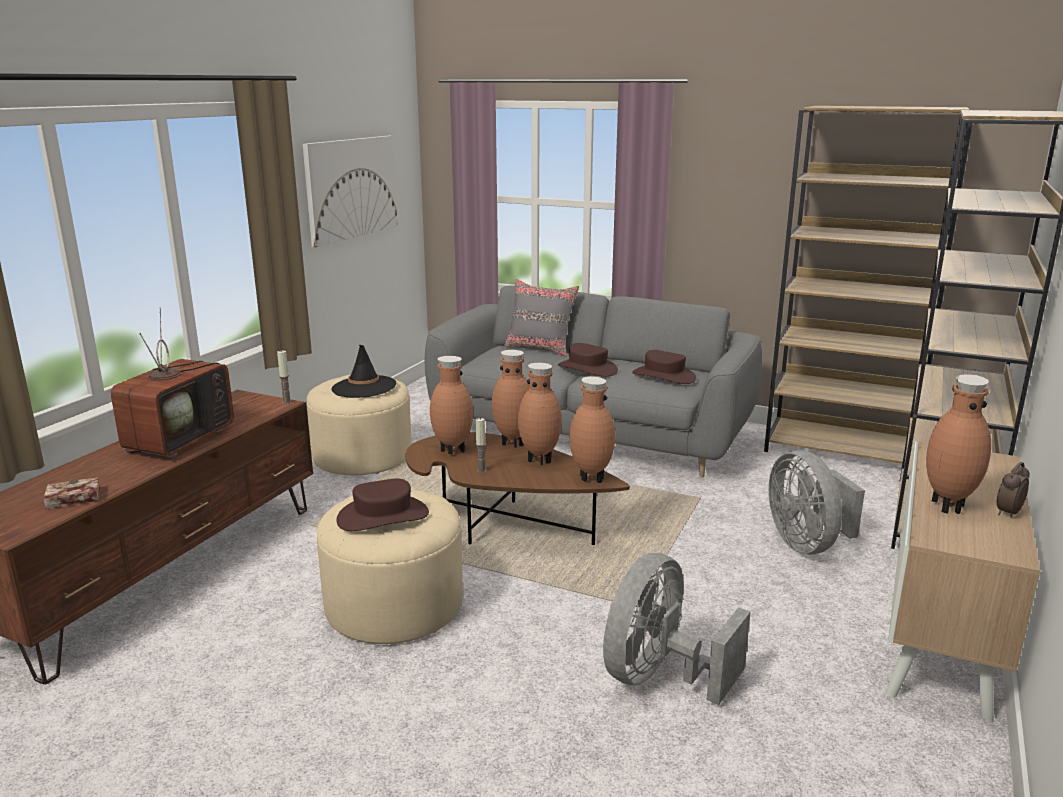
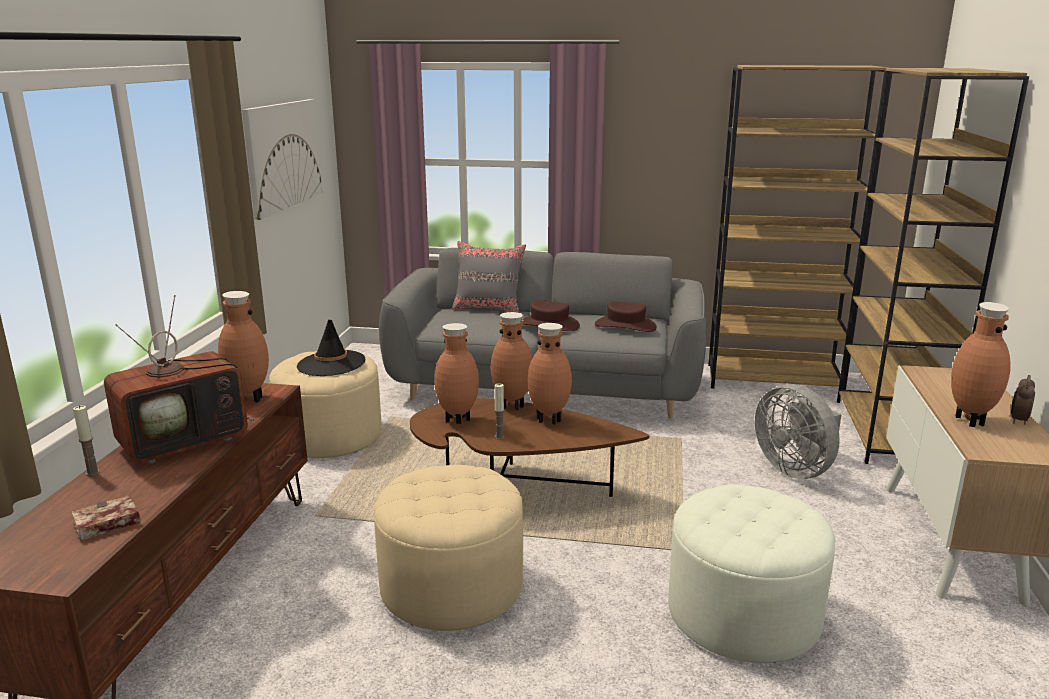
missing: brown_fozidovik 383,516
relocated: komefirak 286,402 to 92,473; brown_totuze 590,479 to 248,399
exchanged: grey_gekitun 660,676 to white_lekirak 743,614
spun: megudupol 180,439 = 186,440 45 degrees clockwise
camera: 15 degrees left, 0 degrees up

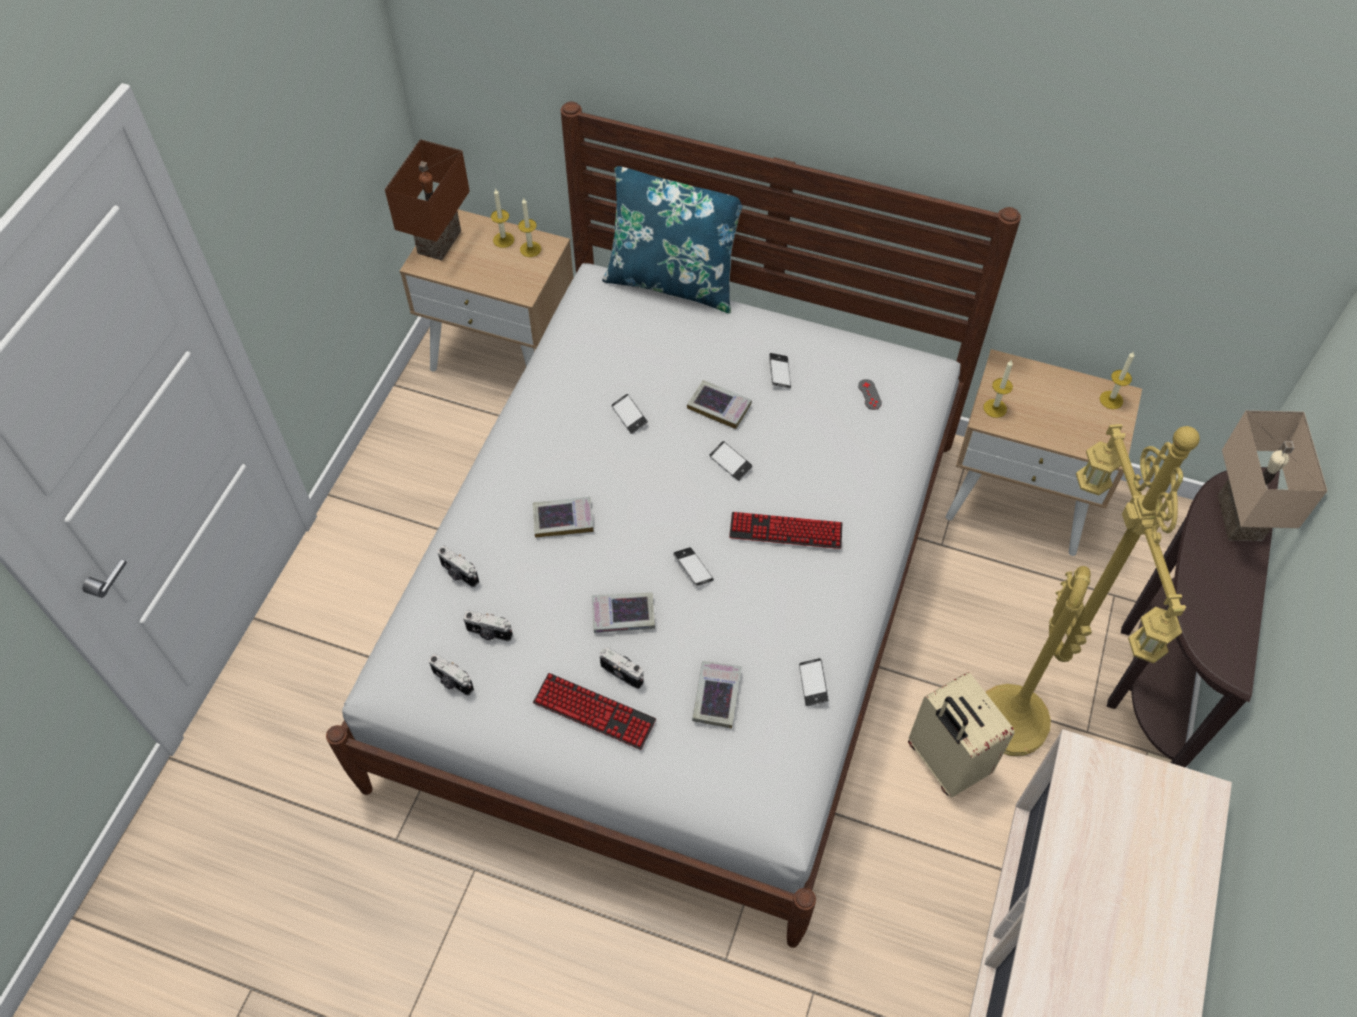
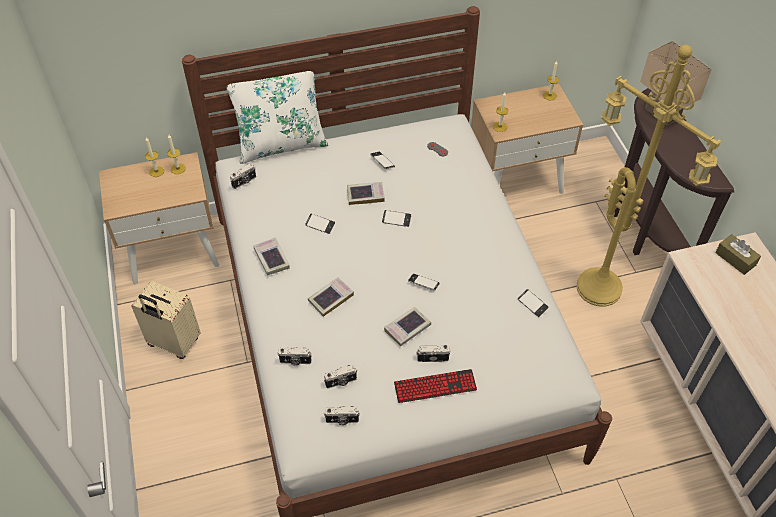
missing: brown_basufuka 441,243; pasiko 785,531
appeared: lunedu 244,182; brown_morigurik 735,259
relocated: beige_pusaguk 944,761 to 173,343; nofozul 716,696 to 271,258
colour: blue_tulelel 673,281 to white_tulelel 281,144
camera: 35 degrees left, 5 degrees down

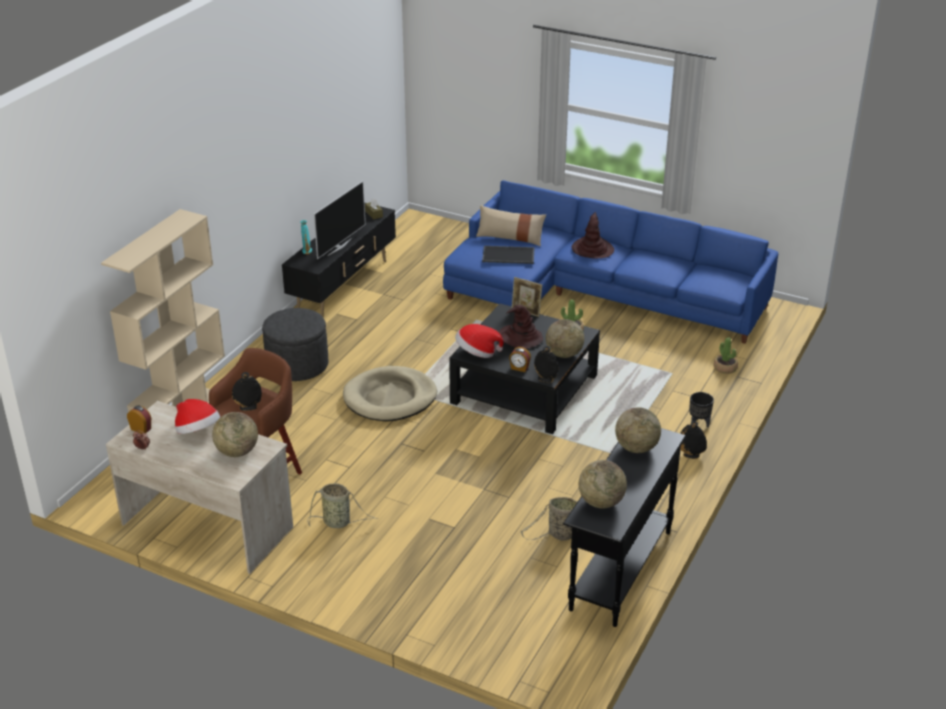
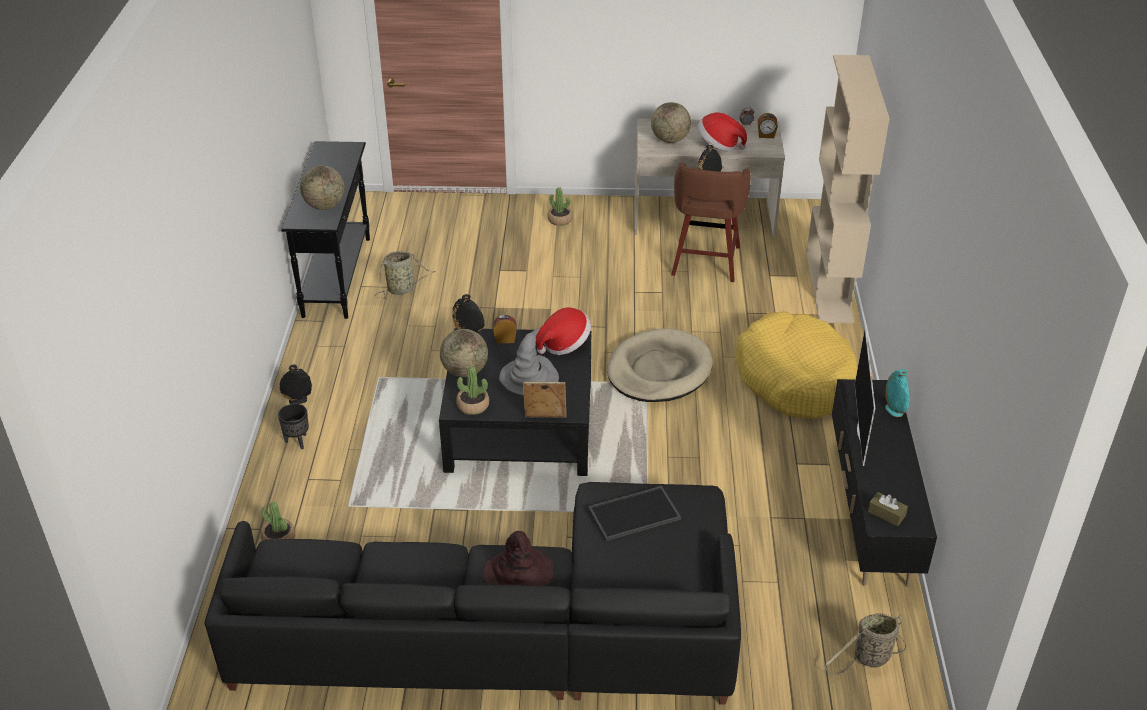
missing: beige_tulelel 510,238; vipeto 601,502
appeared: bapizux 560,220
relocated: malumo 339,522 to 869,658
exchanged: grey_lekirak 297,365 to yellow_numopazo 794,378
colour: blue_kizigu 594,292 to black_kizigu 513,630; brown_fozidovik 519,338 to grey_fozidovik 529,378
camera: 155 degrees right, 5 degrees up

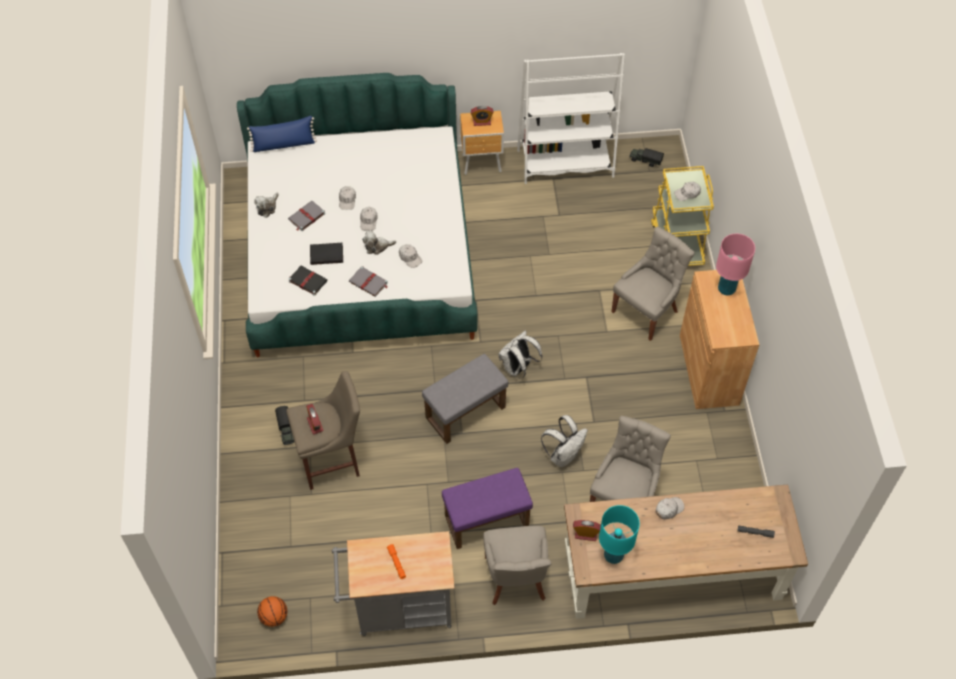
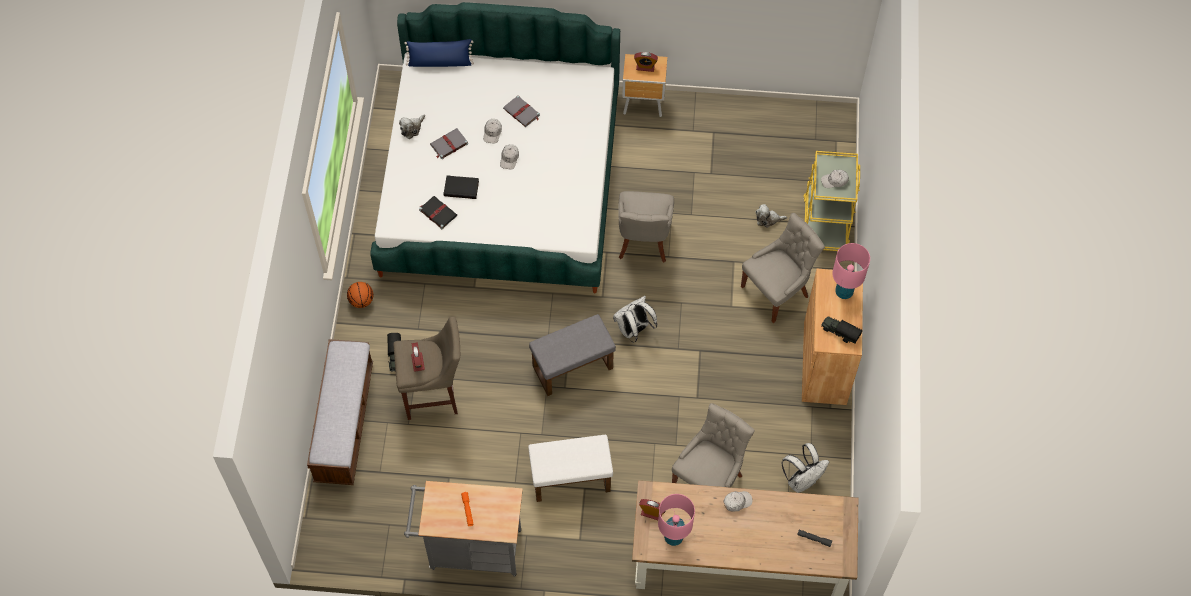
missing: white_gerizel 410,257; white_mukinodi 565,163
appeared: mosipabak 344,422
relocated: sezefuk 274,617 to 361,301; grey_nofozul 369,283 to 522,112; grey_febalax 516,579 to 643,241; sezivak 377,246 to 768,219; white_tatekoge 563,455 to 802,480; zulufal 645,160 to 840,332
colour: purple_lekirak 486,522 to white_lekirak 570,480; turquoise_basufuka 613,555 to pink_basufuka 673,537
camera: 10 degrees right, 5 degrees up

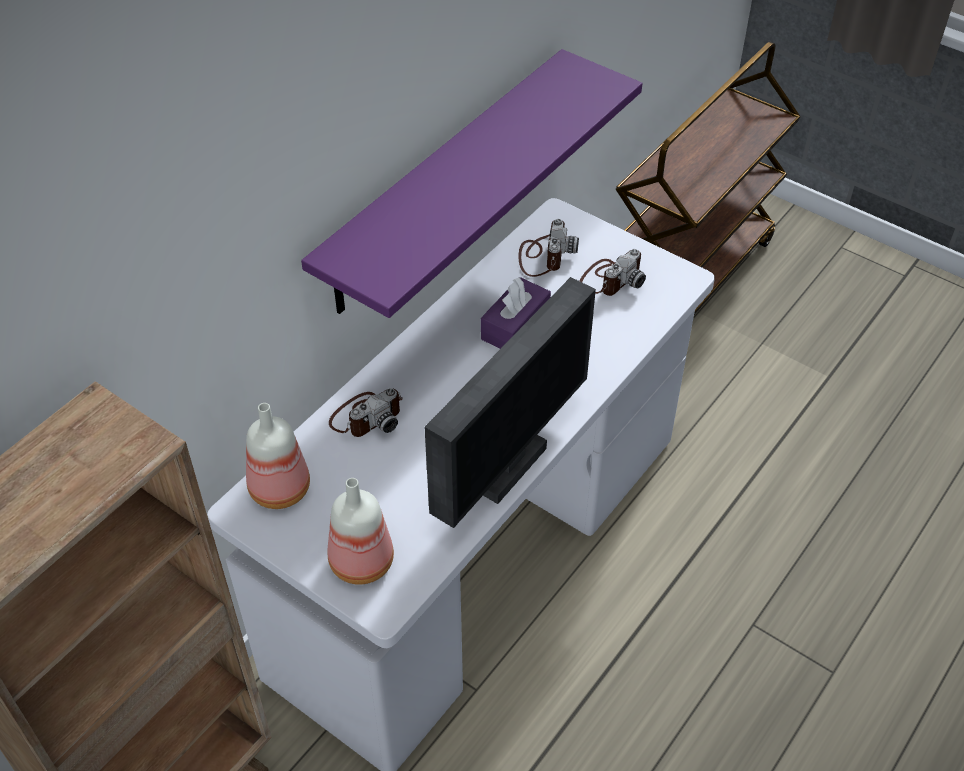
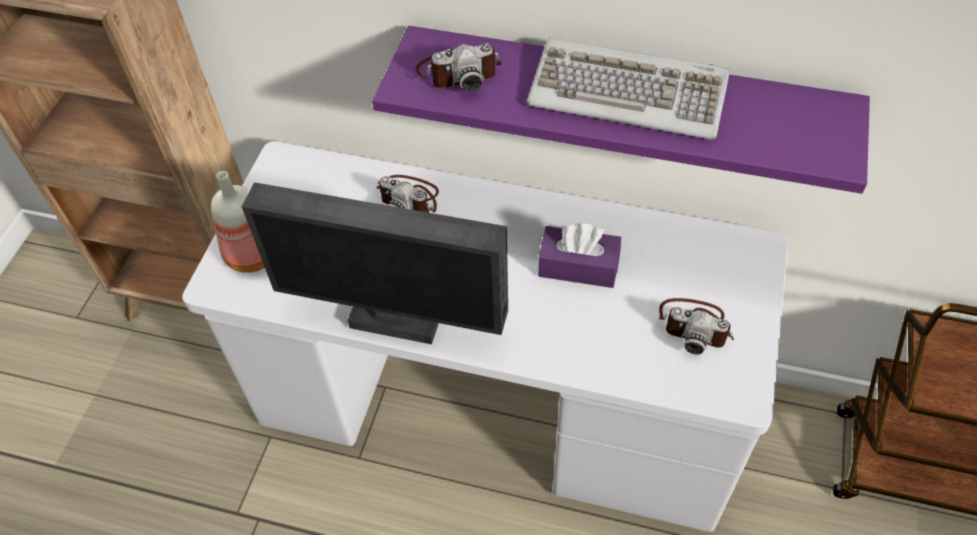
missing: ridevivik 279,491
appeared: pasiko 628,93
relocated: lunedu 544,256 to 458,72
camera: 70 degrees right, 5 degrees up

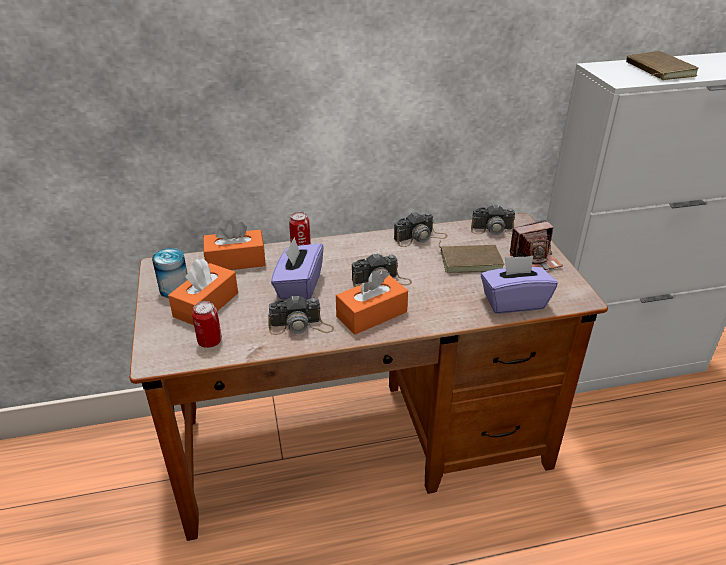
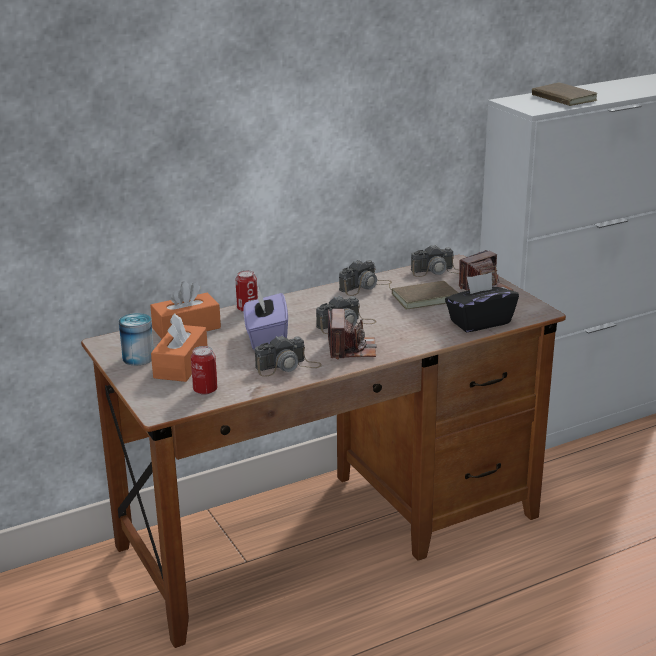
exchanged: orange_morigurik 371,314 to lunedu 351,349
colour: purple_morigurik 513,302 to black_morigurik 479,322
camera: 15 degrees left, 10 degrees down

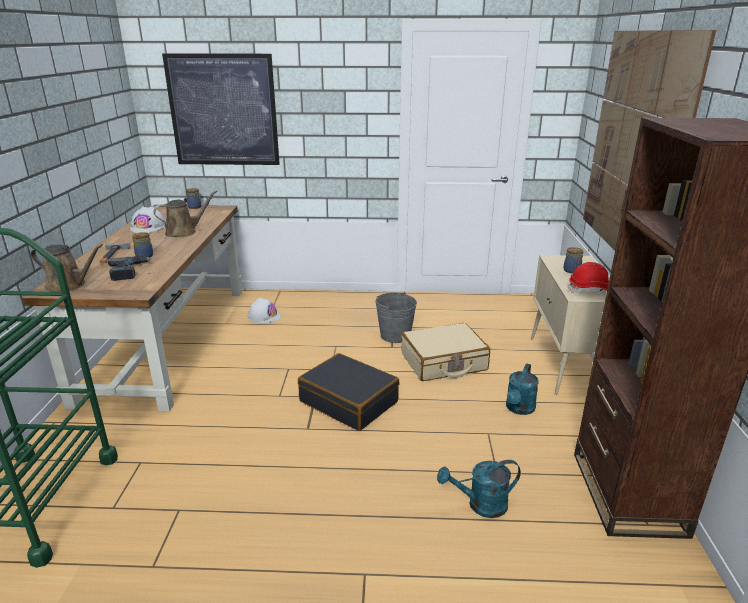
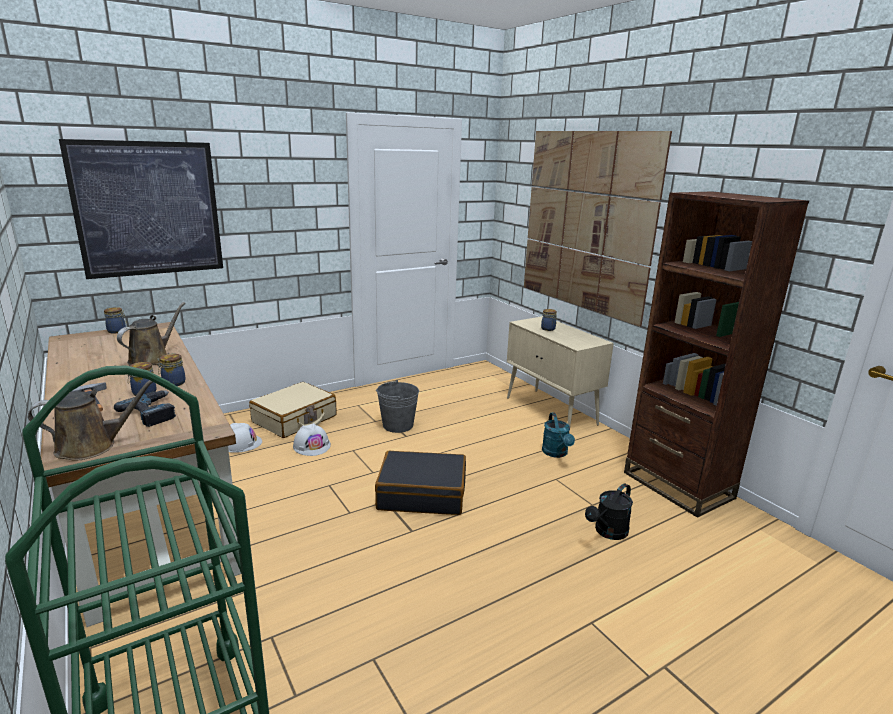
missing: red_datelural 590,290
appeared: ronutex 173,383
relocated: beige_pusaguk 443,362 to 295,419; white_datelural 148,227 to 312,446
colour: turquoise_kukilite 480,505 to black_kukilite 608,532
camera: 35 degrees left, 5 degrees down

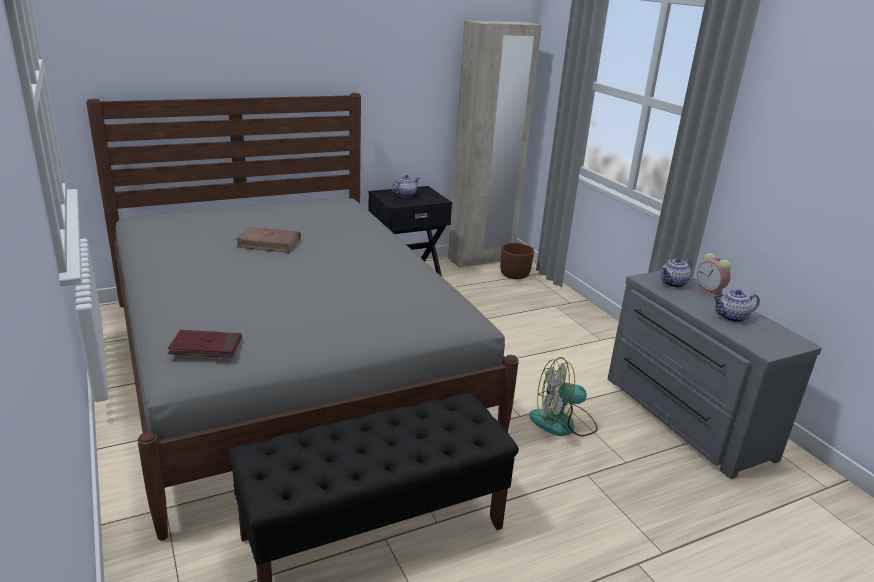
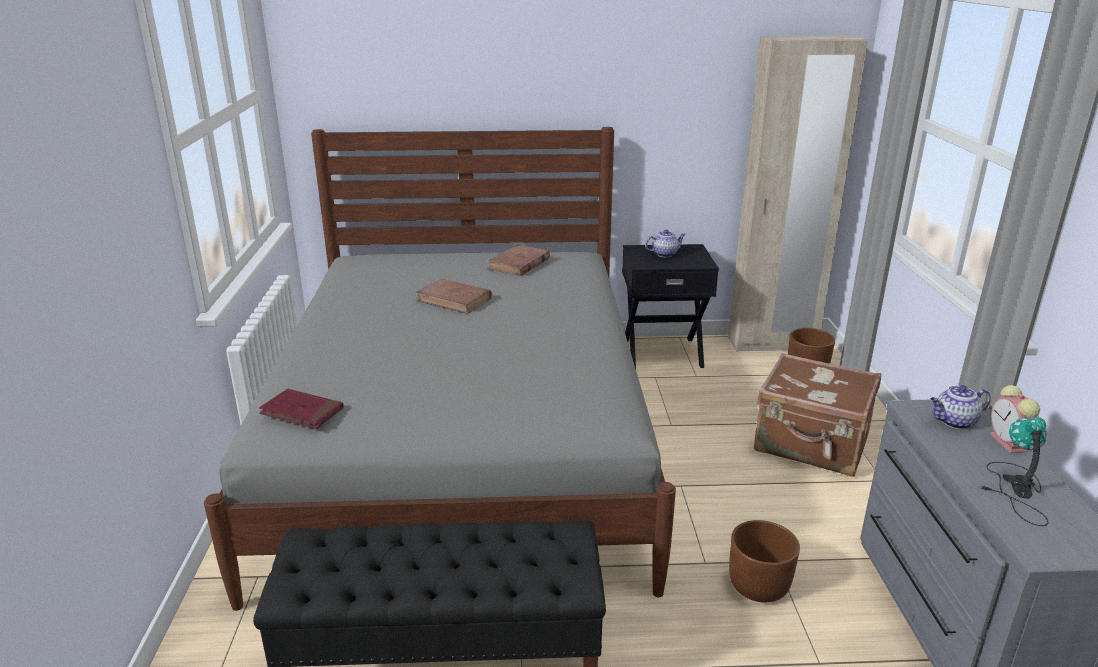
appeared: brown_nofozul 519,264; brown_pusaguk 811,445
exchanged: gekitun 563,423 to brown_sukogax 758,586; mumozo 731,317 to basufuka 1015,489
camera: 25 degrees right, 0 degrees up

